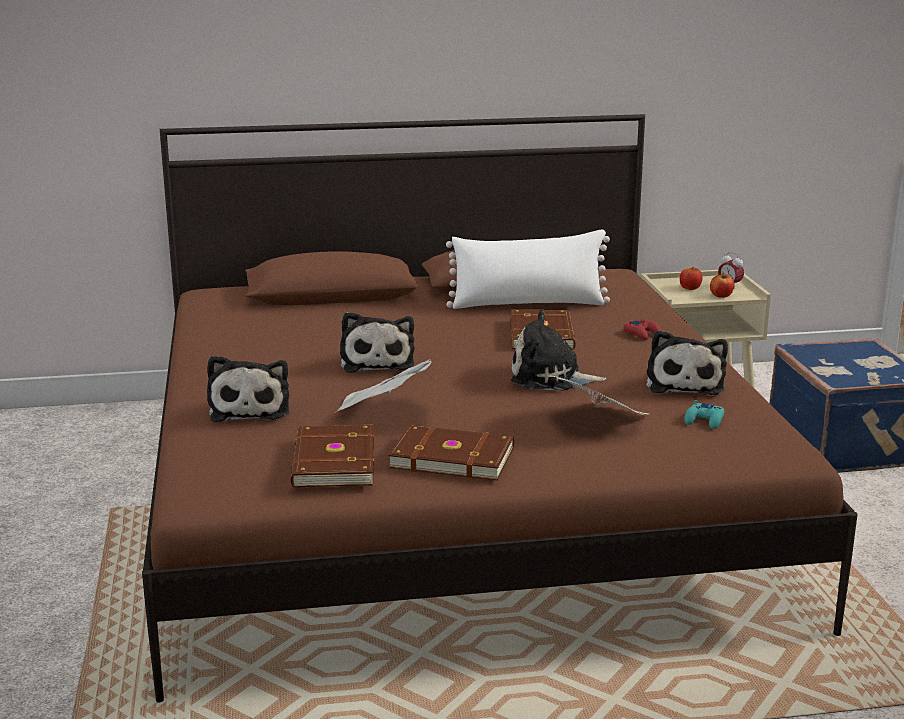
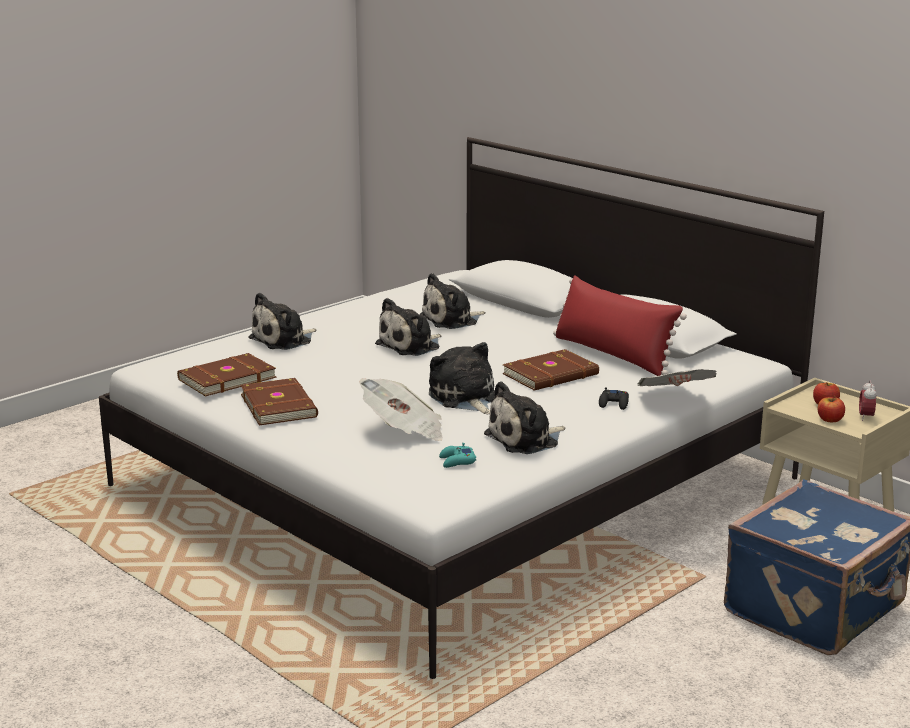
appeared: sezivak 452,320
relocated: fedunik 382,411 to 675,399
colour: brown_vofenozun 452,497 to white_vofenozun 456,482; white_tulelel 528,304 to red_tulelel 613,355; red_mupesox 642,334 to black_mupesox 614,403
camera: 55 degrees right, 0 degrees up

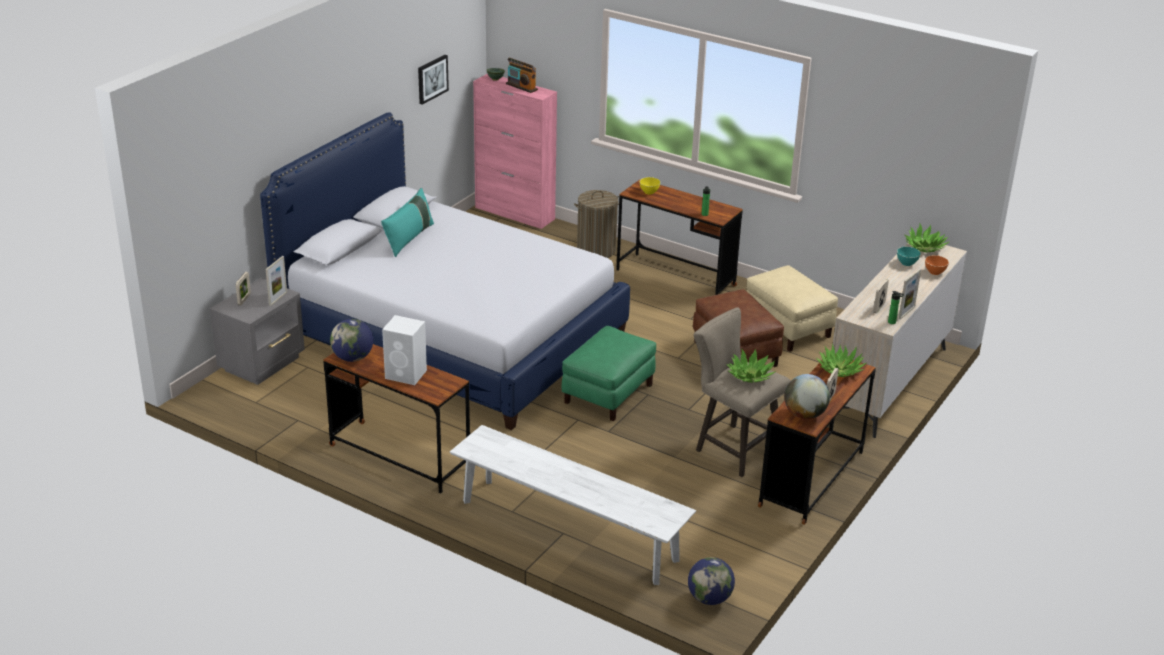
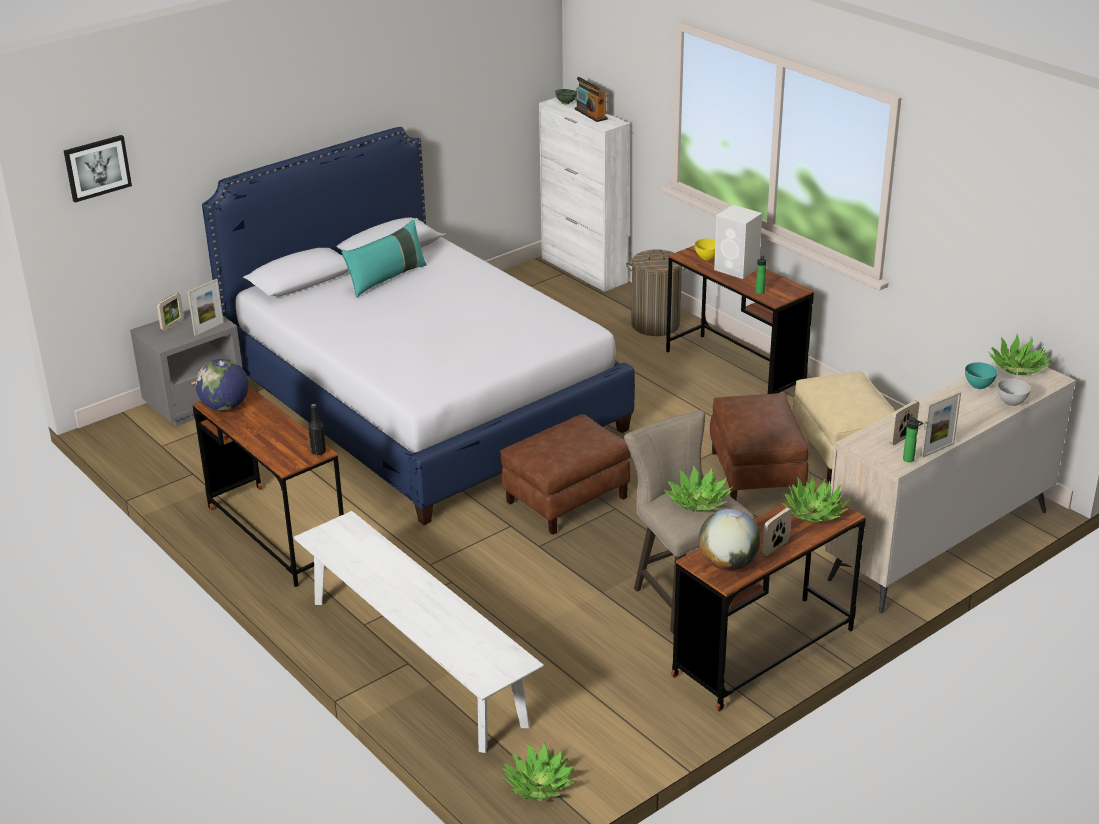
appeared: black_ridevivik 318,451
relocated: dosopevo 432,79 to 97,167; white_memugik 407,374 to 737,269
exchanged: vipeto 709,598 to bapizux 538,784
colour: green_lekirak 608,393 to brown_lekirak 566,499; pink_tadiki 515,213 to white_tadiki 584,270; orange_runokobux 935,272 to grey_runokobux 1011,402
camera: 20 degrees right, 0 degrees up

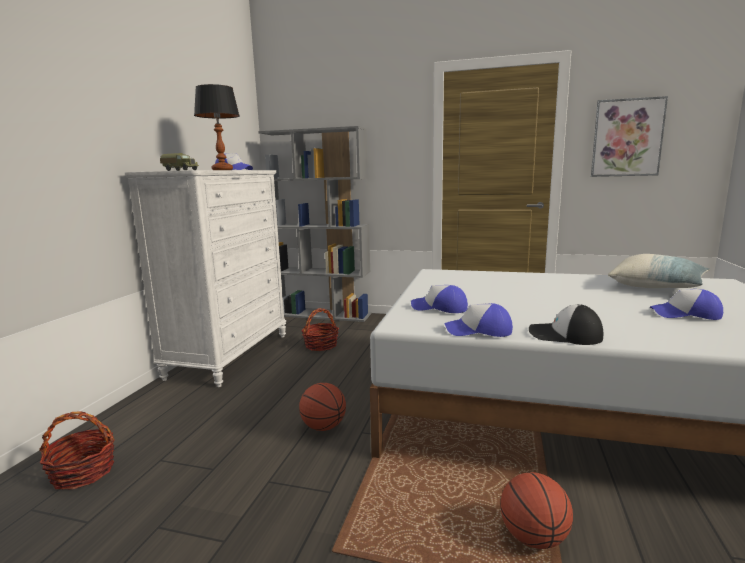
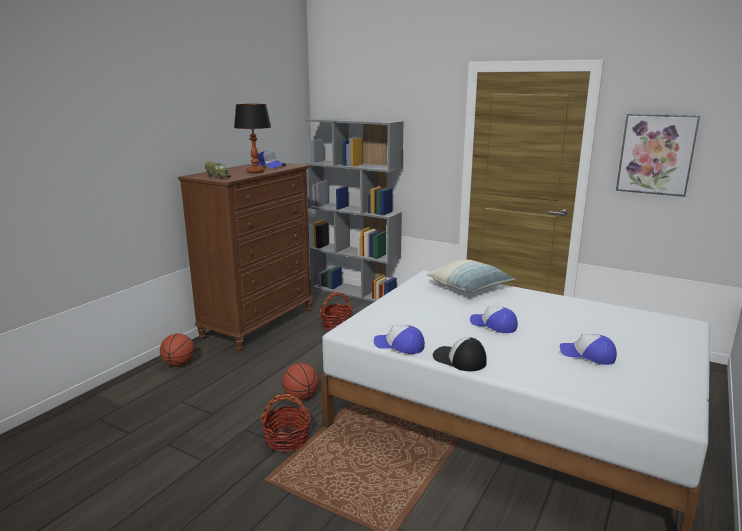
relocated: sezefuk 533,537 to 178,364; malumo 83,472 to 287,439; tulelel 656,287 to 469,288; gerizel 439,308 to 493,325
colour: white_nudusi 229,355 to brown_nudusi 258,324
camera: 15 degrees right, 5 degrees up

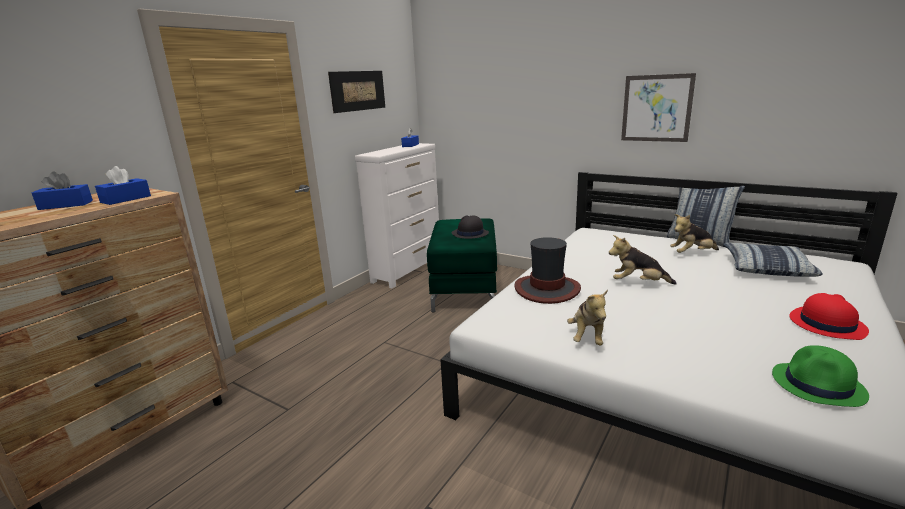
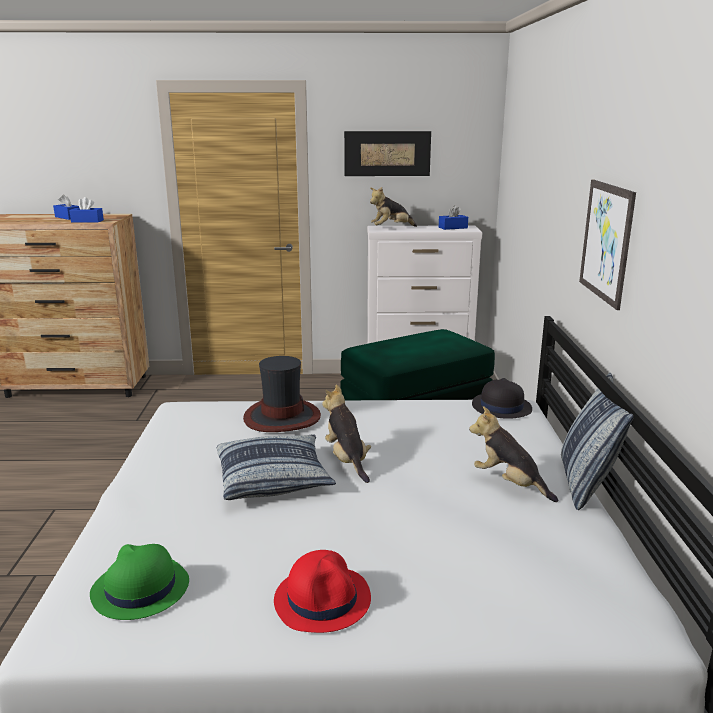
relocated: tulelel 766,267 to 273,478; sezivak 587,337 to 391,228; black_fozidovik 469,233 to 501,407
camera: 55 degrees right, 0 degrees up

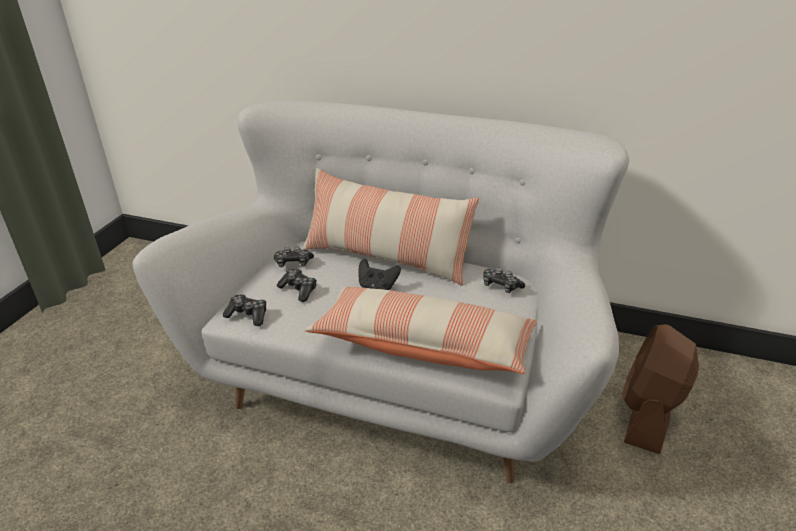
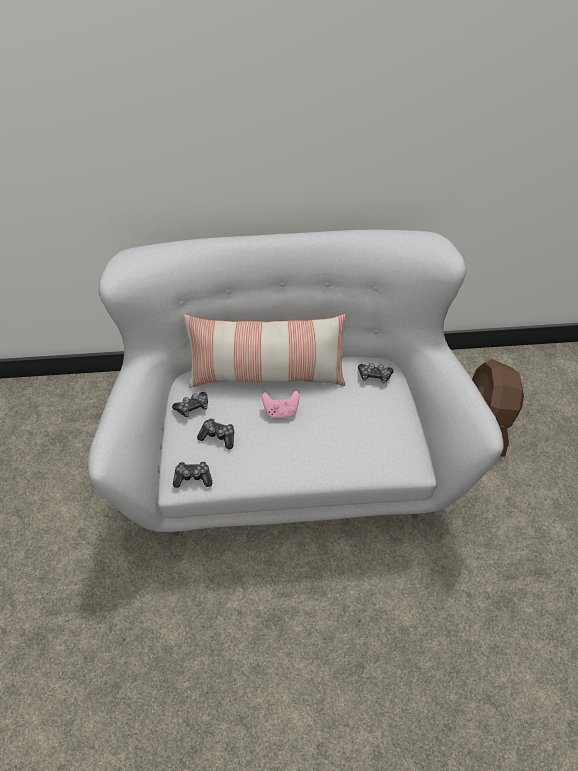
missing: tulelel 424,345
colour: black_mupesox 377,287 to pink_mupesox 281,411
camera: 25 degrees left, 20 degrees up

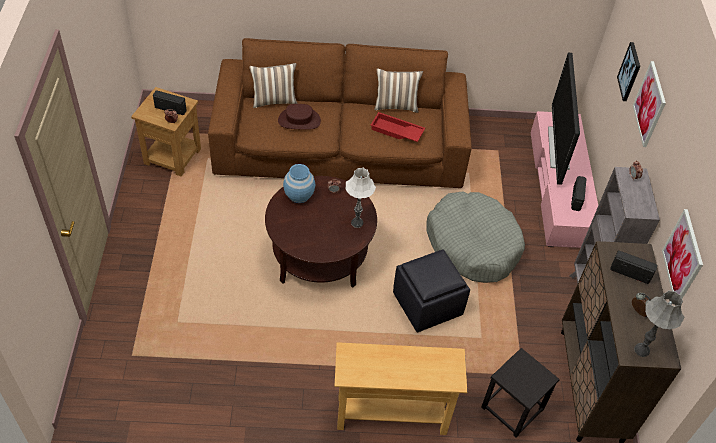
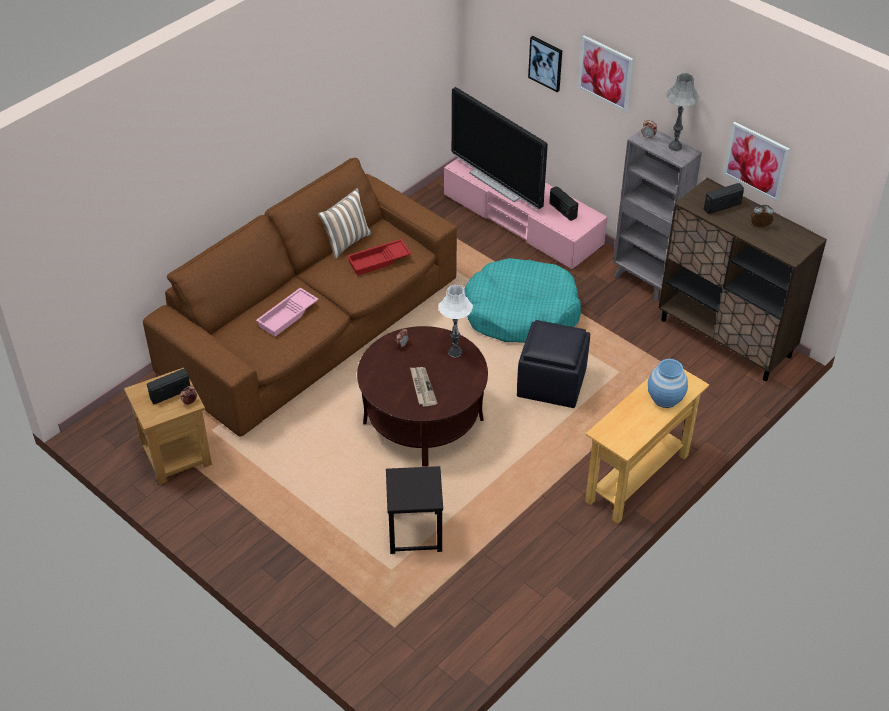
missing: tulelel 274,100
appeared: fedunik 422,387
relocated: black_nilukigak 512,408 to 415,533; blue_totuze 299,195 to 665,398; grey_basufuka 641,350 to 675,147
exchanged: brown_fozidovik 299,120 to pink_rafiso 288,316
colour: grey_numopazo 473,244 to turquoise_numopazo 521,313
camera: 45 degrees left, 5 degrees down

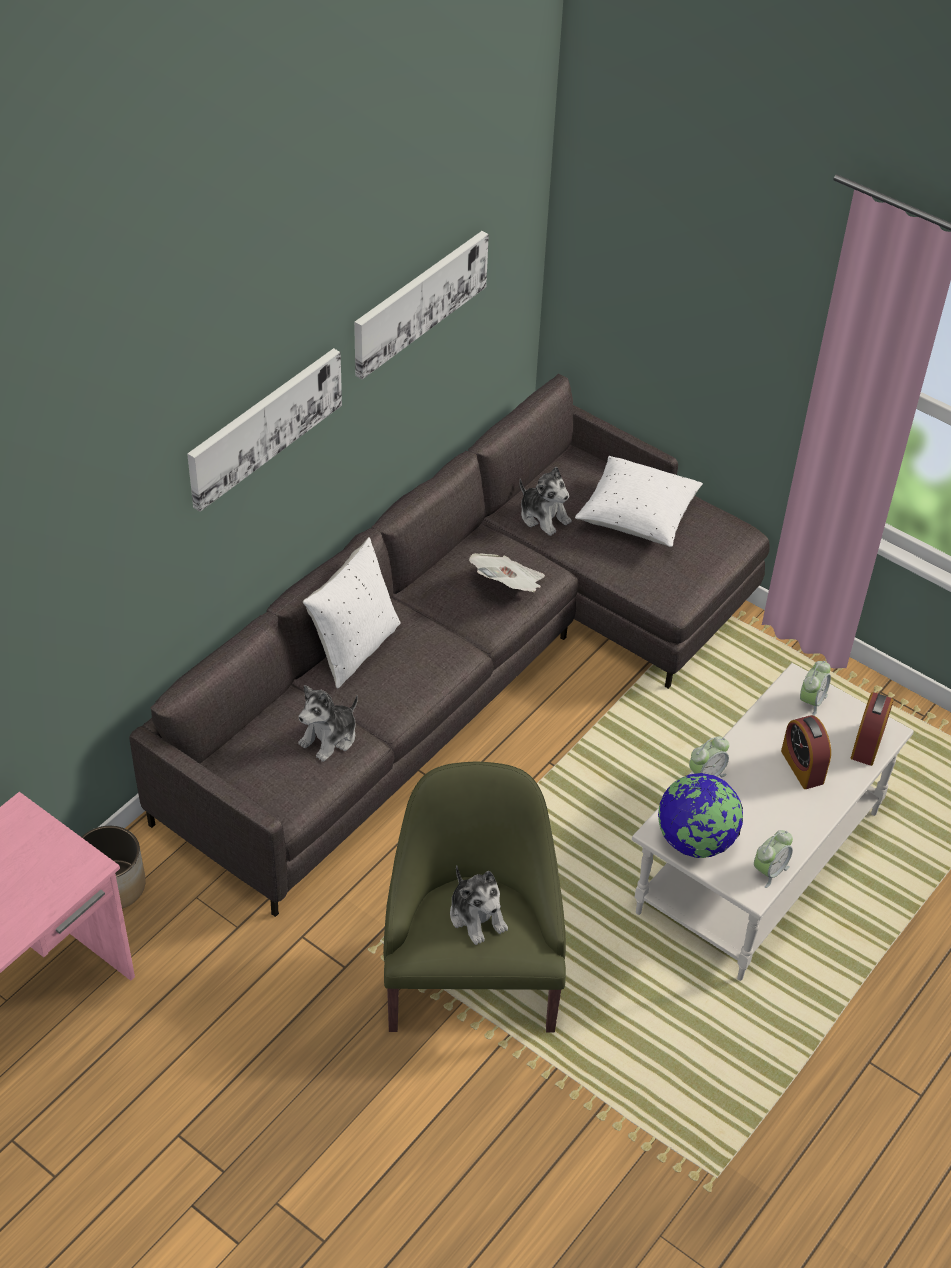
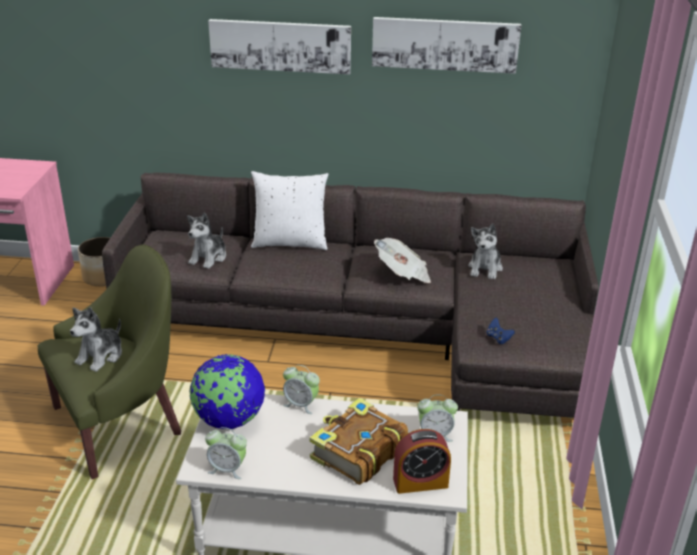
missing: white_tulelel 637,516
appeared: blue_mupesox 498,338
exchanged: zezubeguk 802,767 to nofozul 357,452
spun: sezivak 330,738 = 209,258 75 degrees counterclockwise
camera: 60 degrees right, 15 degrees down

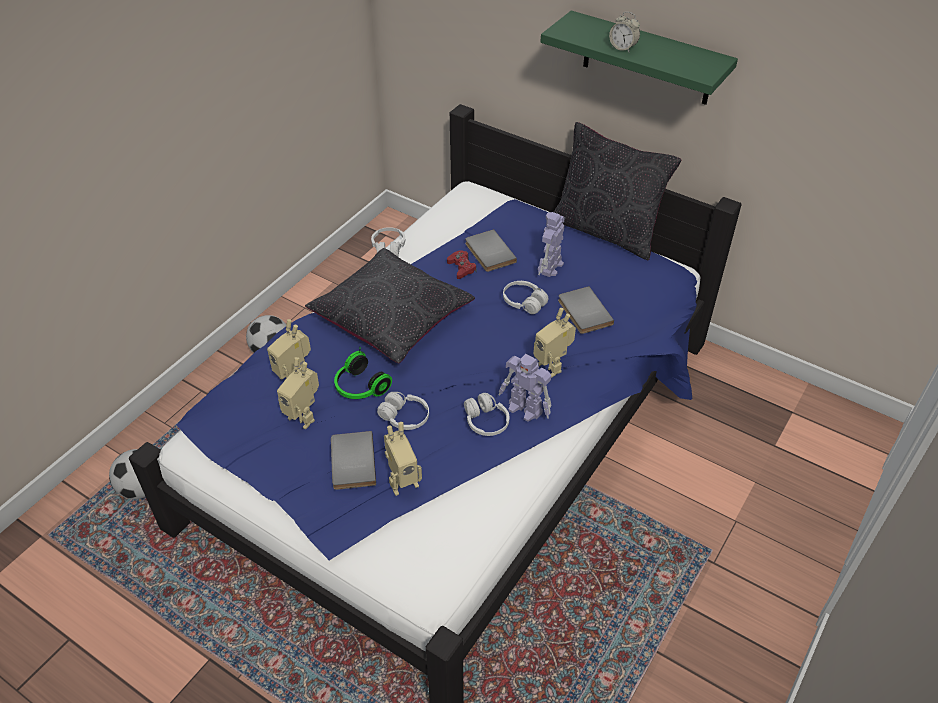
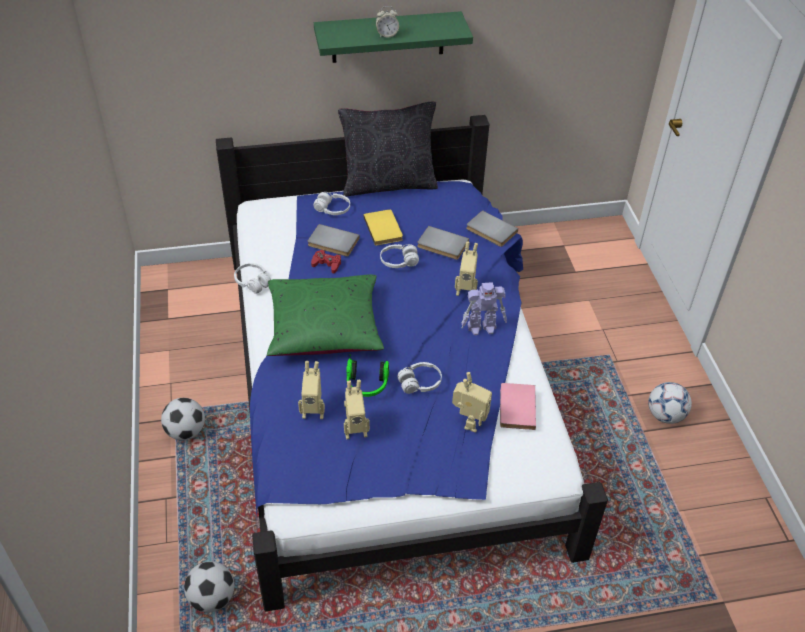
appeared: pink_nofozul 515,407; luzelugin 665,415
relocated: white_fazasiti 486,421 to 332,209; grey_nofozul 351,462 to 490,231
exchanged: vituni 550,267 to yellow_nofozul 384,228
colour: black_tulelel 391,318 to green_tulelel 324,327
camera: 45 degrees left, 0 degrees up

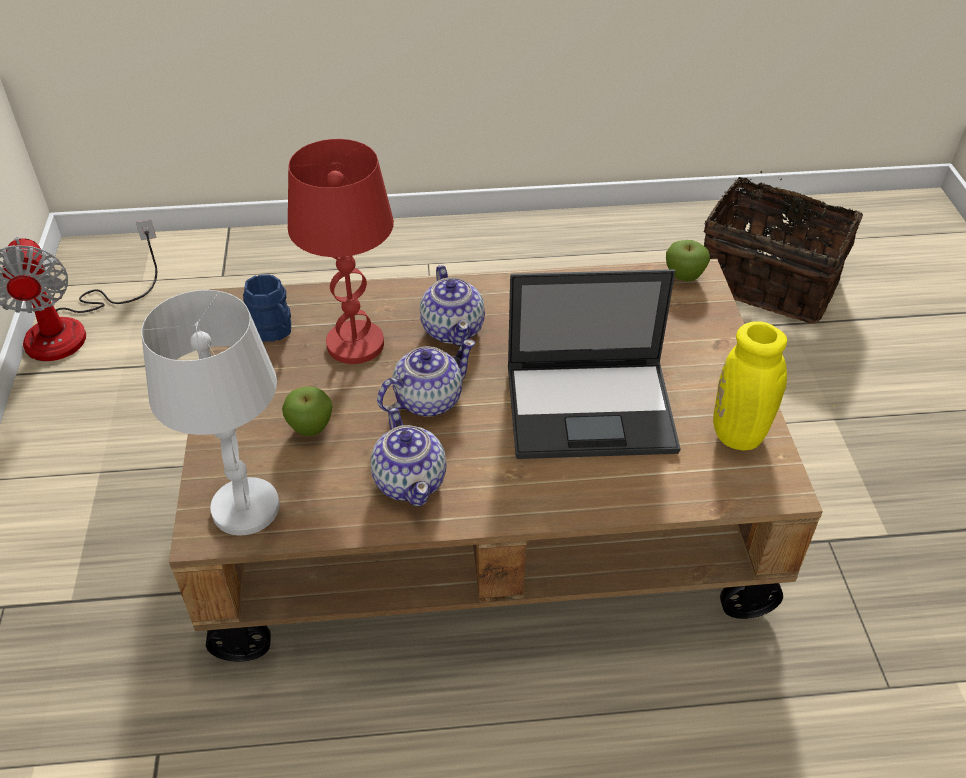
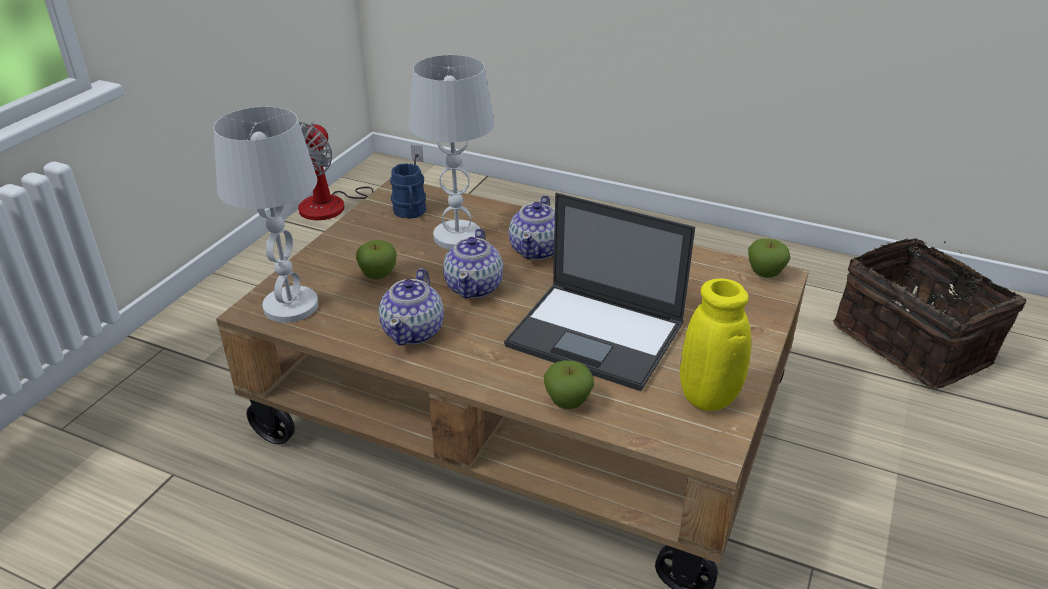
appeared: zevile 568,402
colour: red_basufuka 355,344 to white_basufuka 457,237
spun: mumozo 427,400 = 474,287 105 degrees clockwise
camera: 30 degrees right, 10 degrees down

